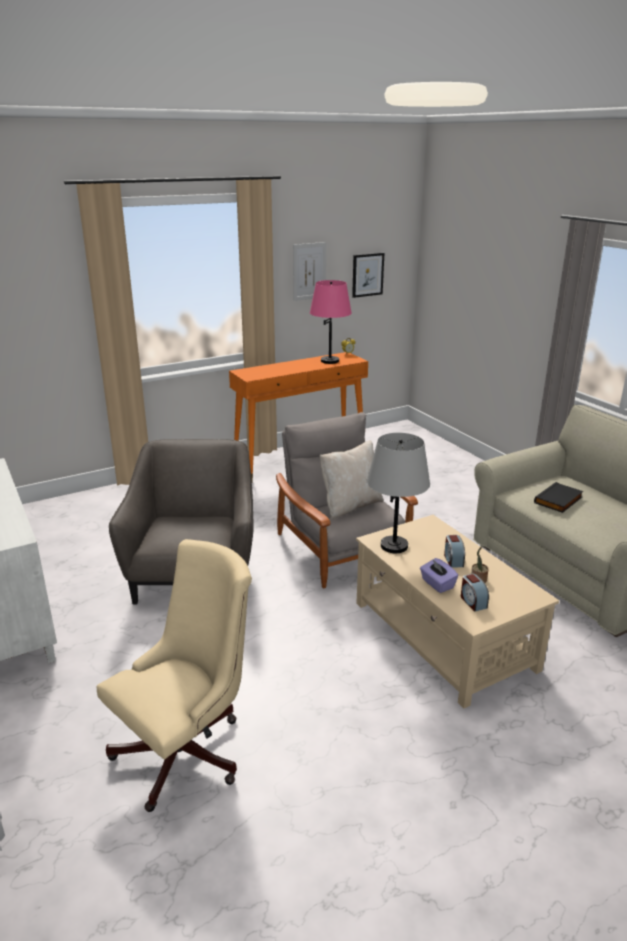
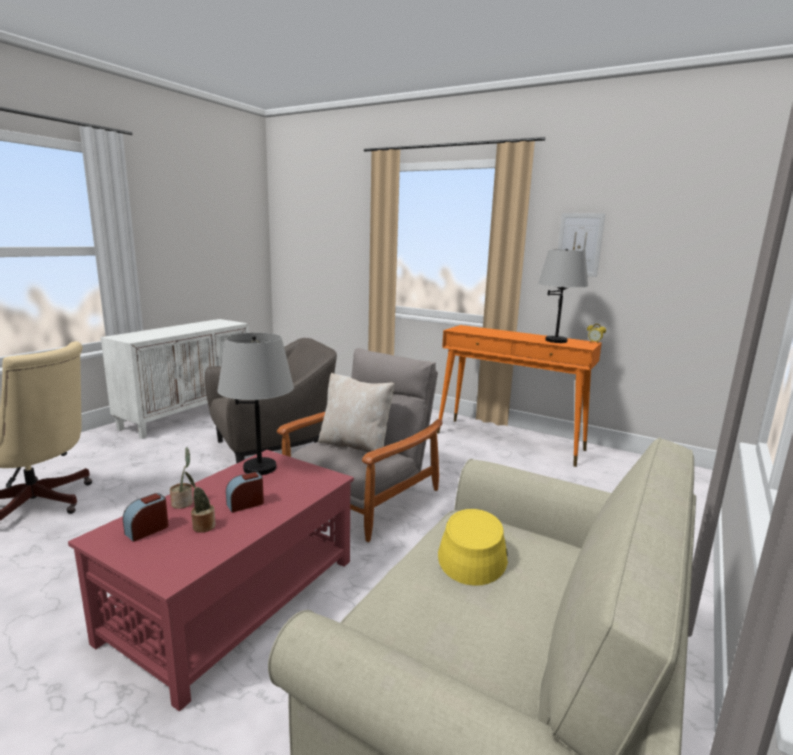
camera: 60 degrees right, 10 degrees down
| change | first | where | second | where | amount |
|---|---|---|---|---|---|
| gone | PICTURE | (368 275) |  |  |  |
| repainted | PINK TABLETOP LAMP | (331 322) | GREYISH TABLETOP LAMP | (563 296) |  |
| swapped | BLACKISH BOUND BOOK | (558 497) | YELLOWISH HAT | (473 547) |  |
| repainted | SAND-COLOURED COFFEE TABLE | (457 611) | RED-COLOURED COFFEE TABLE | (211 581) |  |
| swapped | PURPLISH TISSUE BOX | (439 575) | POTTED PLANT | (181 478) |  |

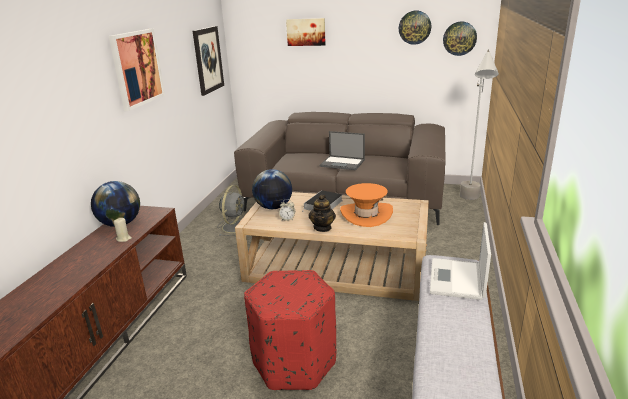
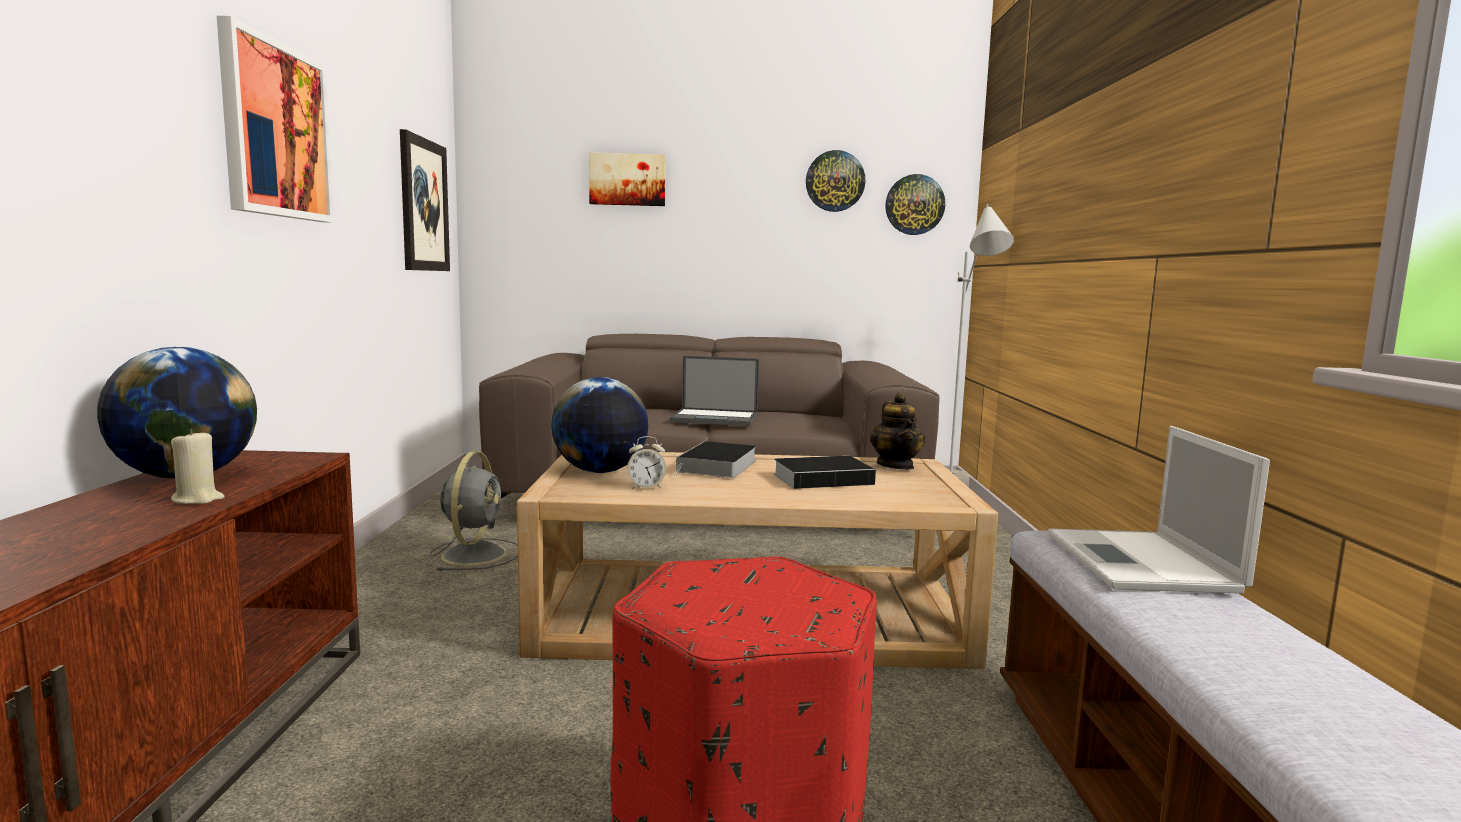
camera: 15 degrees left, 15 degrees down
| change | first | where | second | where | amount |
|---|---|---|---|---|---|
| swapped | ORANGE-COLOURED HAT | (366 205) | BOUND BOOK | (831 472) |  |
| shifted | TEAPOT | (322 213) |  | (897 431) |  |

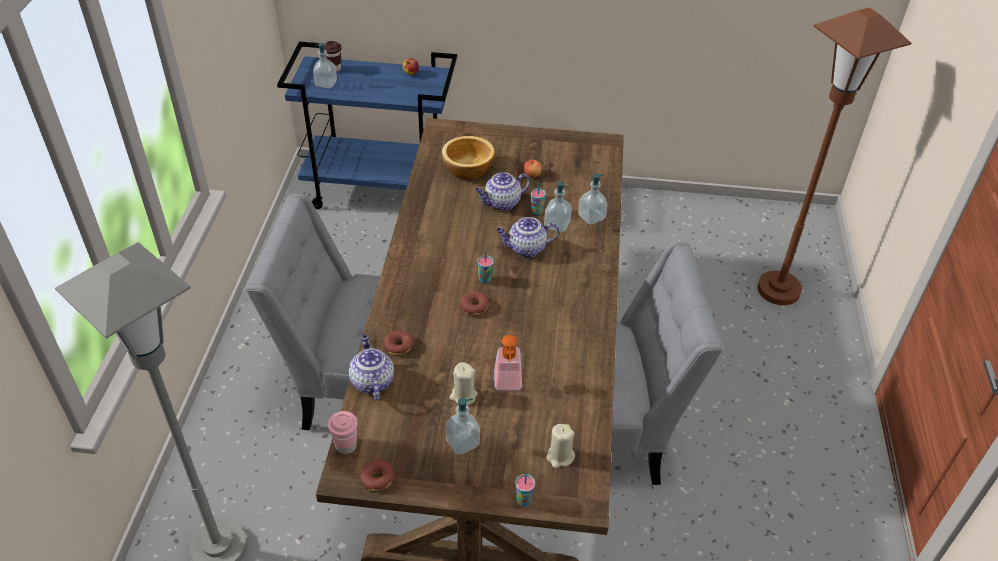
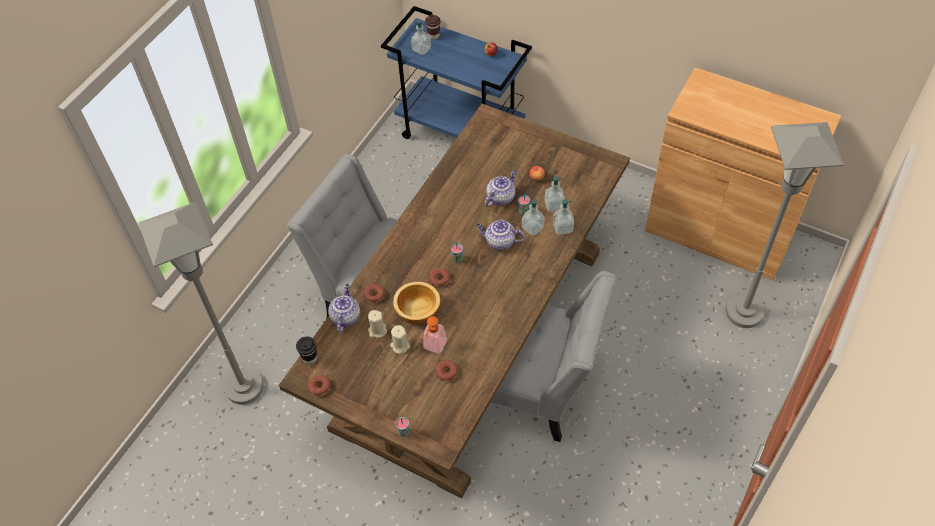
camera: 25 degrees right, 10 degrees up
| change | first | where | second | where | amount |
|---|---|---|---|---|---|
| repainted | BROWN-COLOURED FLOOR LAMP | (834 156) | GREYISH FLOOR LAMP | (784 225) |  |
| shifted | SERVING BOWL | (468 157) |  | (417 303) |  |
| rotated | TEAPOT | (502 191) |  | (501 188) | 135 degrees clockwise |
| shifted | LIQUID SOAP BOTTLE | (462 426) |  | (555 194) |  |
| repainted | PINK CUP | (343 432) | BLACKISH CUP | (306 350) |  |
| shifted | SAND-COLOURED CANDLE | (560 446) |  | (377 324) |  |
| new |  |  | BROWN-COLOURED STORAGE CABINET | (743 174) |  |
| new |  |  | RING DOUGHNUT | (446 370) |  |

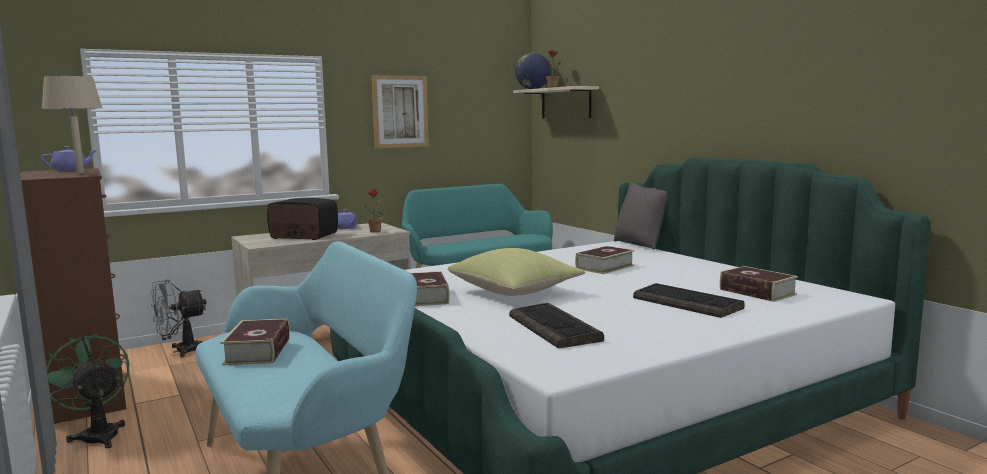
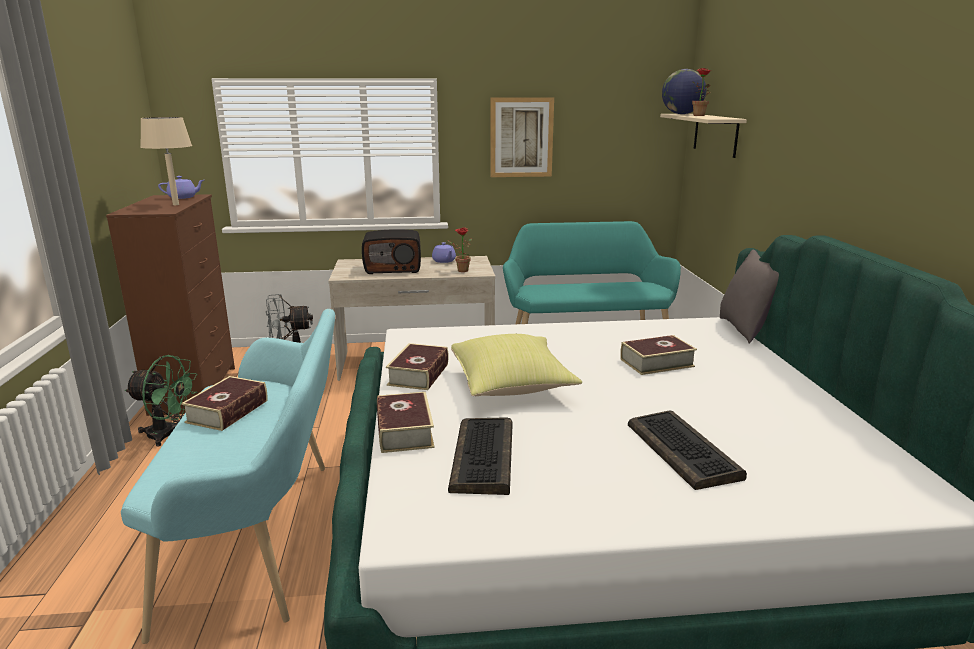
camera: 25 degrees right, 10 degrees up
| change | first | where | second | where | amount |
|---|---|---|---|---|---|
| rotated | RADIO SET | (302 219) |  | (391 251) | 135 degrees clockwise |
| shifted | BOUND BOOK | (759 284) |  | (405 422) |  |
| rotated | GREEN FAN | (87 390) |  | (161 401) | 120 degrees clockwise |

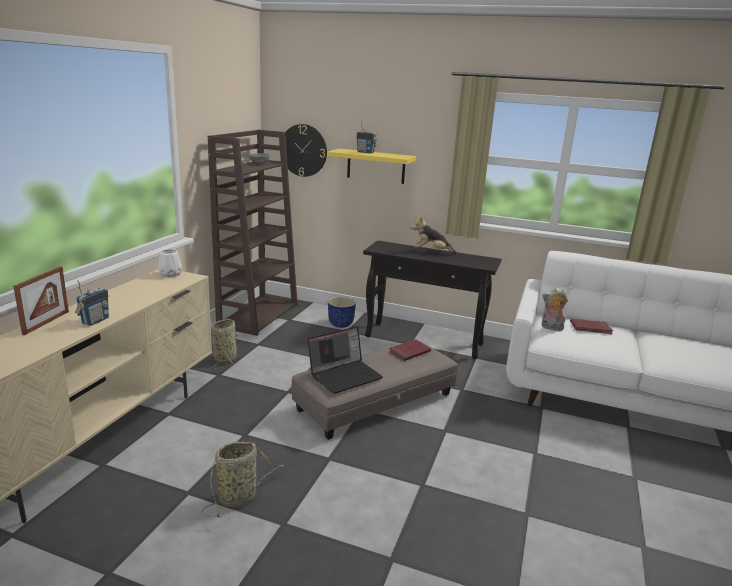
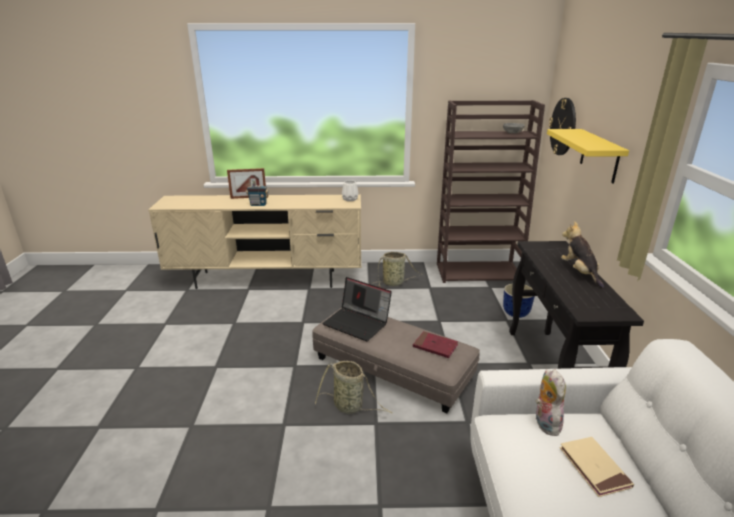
camera: 70 degrees right, 5 degrees up
| change | first | where | second | where | amount |
|---|---|---|---|---|---|
| gone | RADIO SET | (366 137) |  |  |  |
| repainted | RED-COLOURED BOUND BOOK | (591 326) | SAND-COLOURED BOUND BOOK | (596 467) |  |
| shifted | HOUSEHOLD BASKET | (242 480) |  | (353 387) |  |

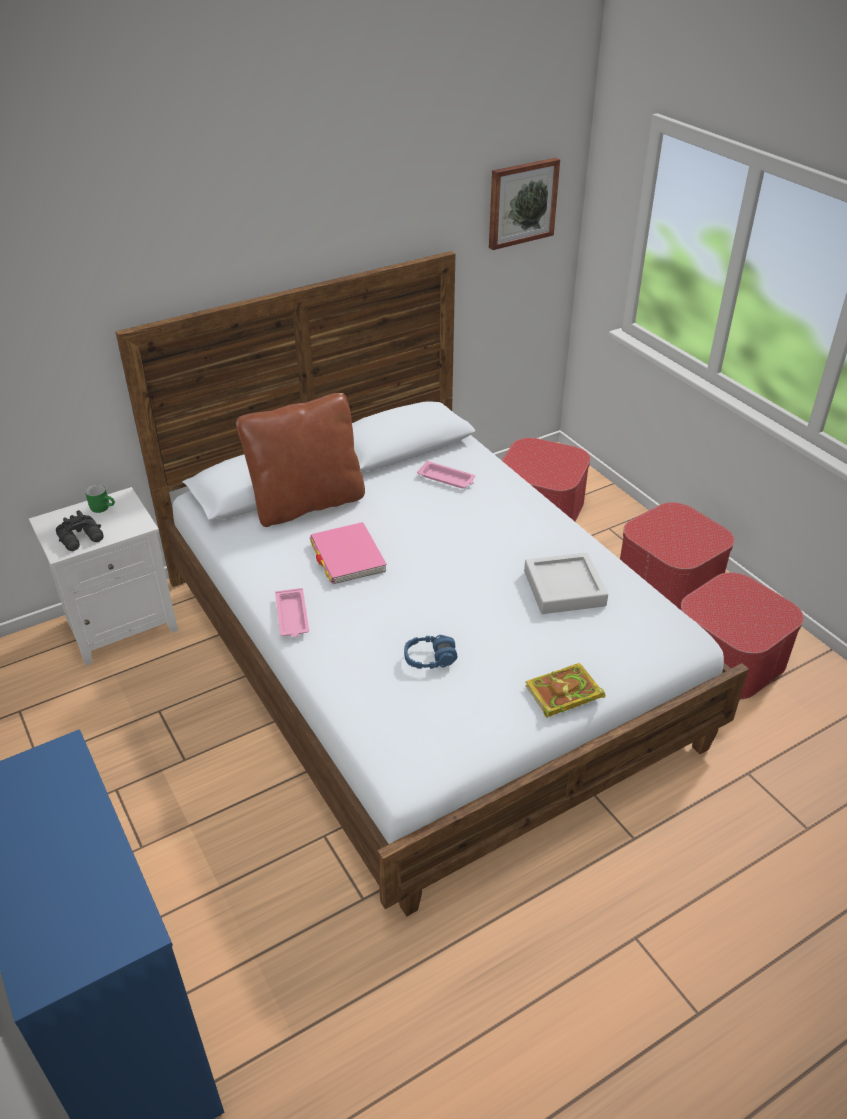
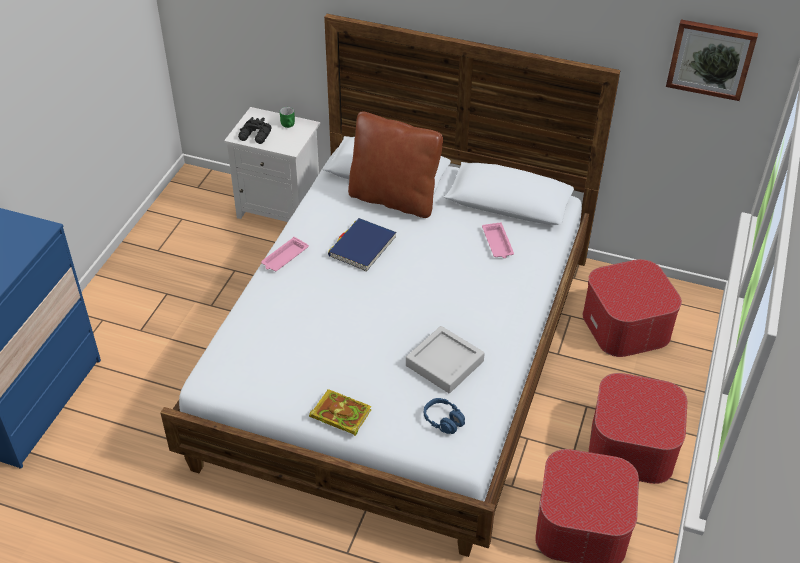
camera: 50 degrees right, 5 degrees up
| change | first | where | second | where | amount |
|---|---|---|---|---|---|
| repainted | PINK BOUND BOOK | (348 553) | BLUISH BOUND BOOK | (362 245) |  |
| shifted | BLUISH PAIR OF HEADPHONES | (431 652) |  | (444 416) |  |

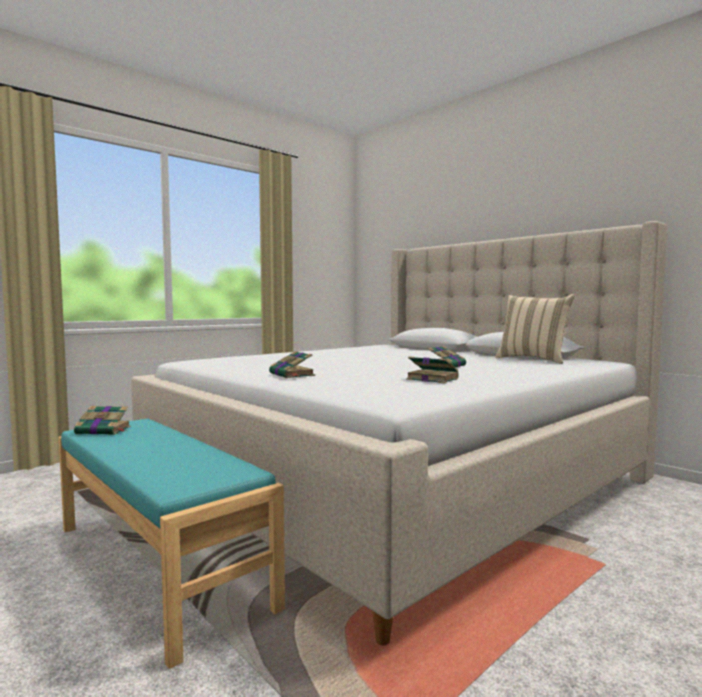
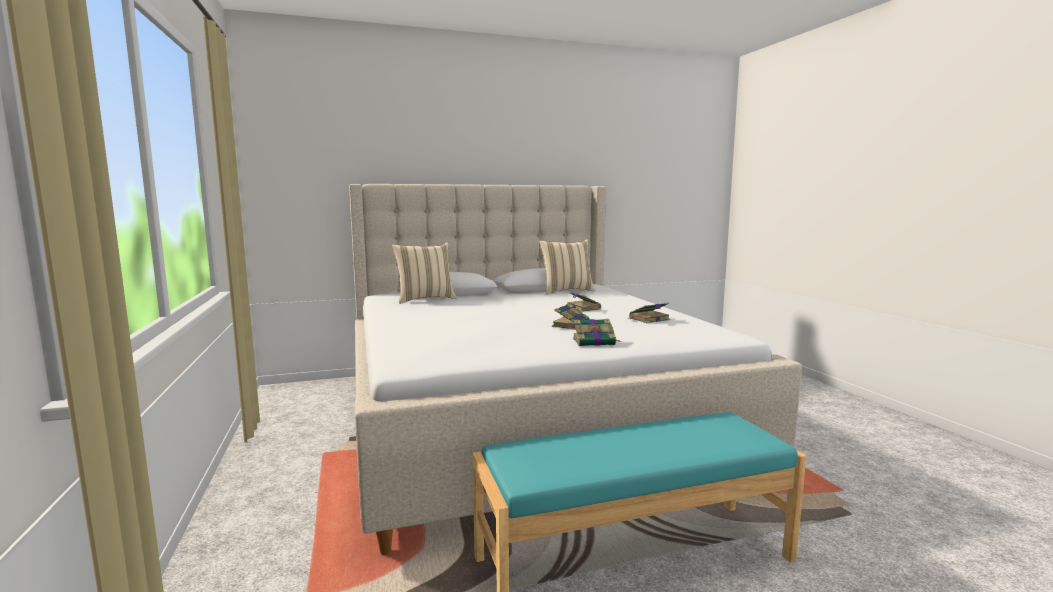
camera: 65 degrees left, 5 degrees up
| change | first | where | second | where | amount |
|---|---|---|---|---|---|
| shifted | BOUND BOOK | (102 420) |  | (571 317) |  |
| new |  |  | SAND-COLOURED PILLOW | (424 273) |  |

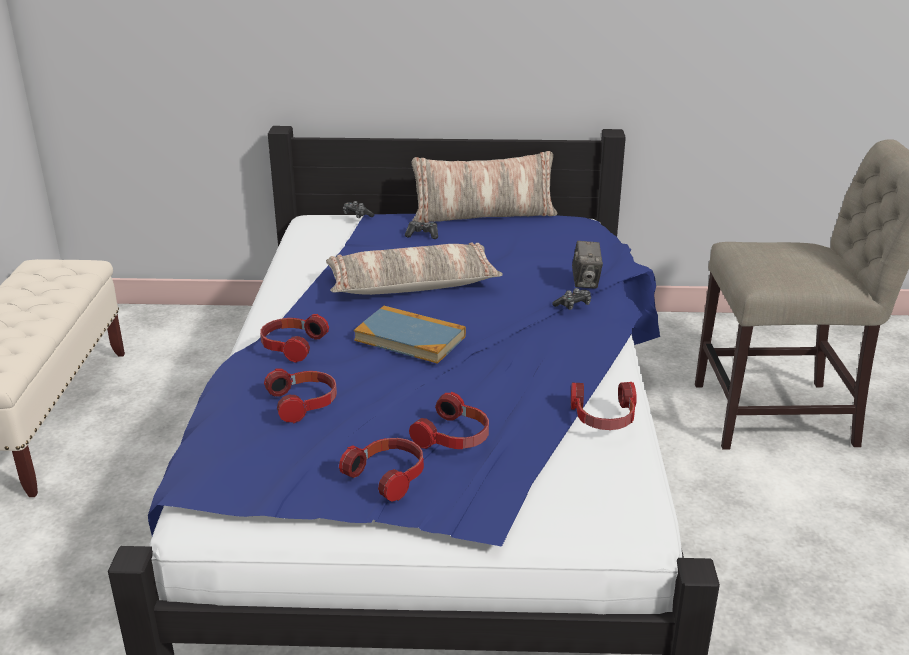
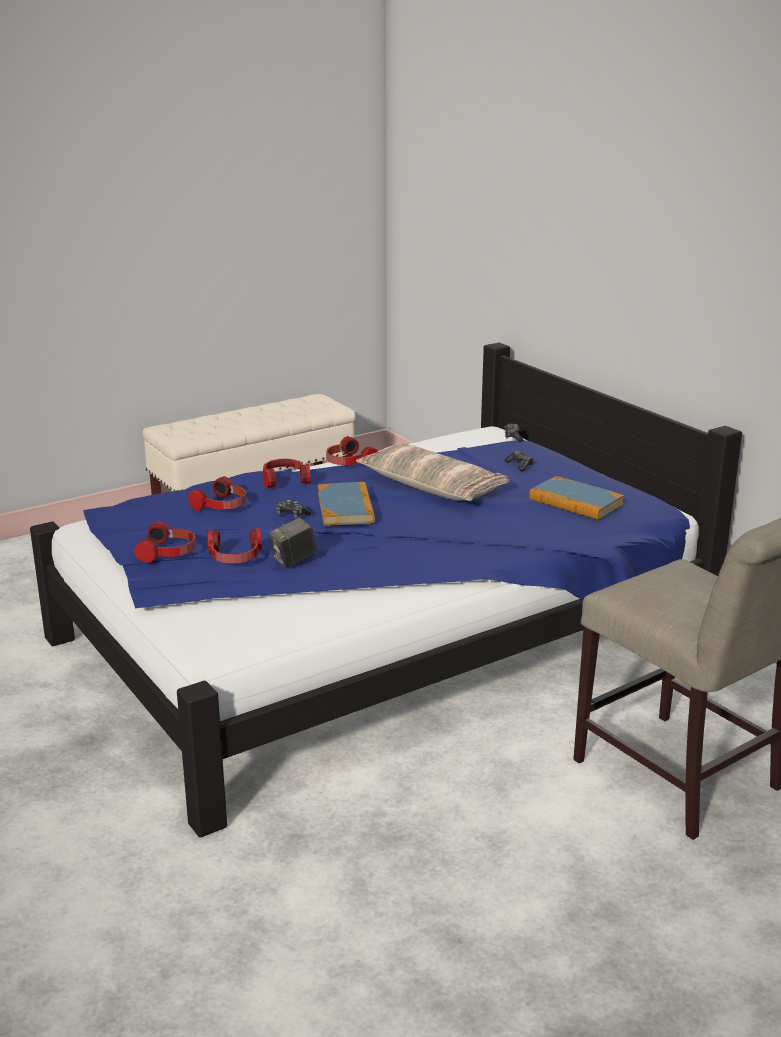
camera: 55 degrees right, 5 degrees down
| change | first | where | second | where | amount |
|---|---|---|---|---|---|
| gone | PILLOW | (484 187) |  |  |  |
| shifted | PHOTO CAMERA | (587 265) |  | (293 542) |  |
| shifted | GAMEPAD | (571 299) |  | (293 508) |  |
| shifted | PAIR OF HEADPHONES | (604 406) |  | (352 450) |  |
| new |  |  | BOUND BOOK | (576 498) |  |

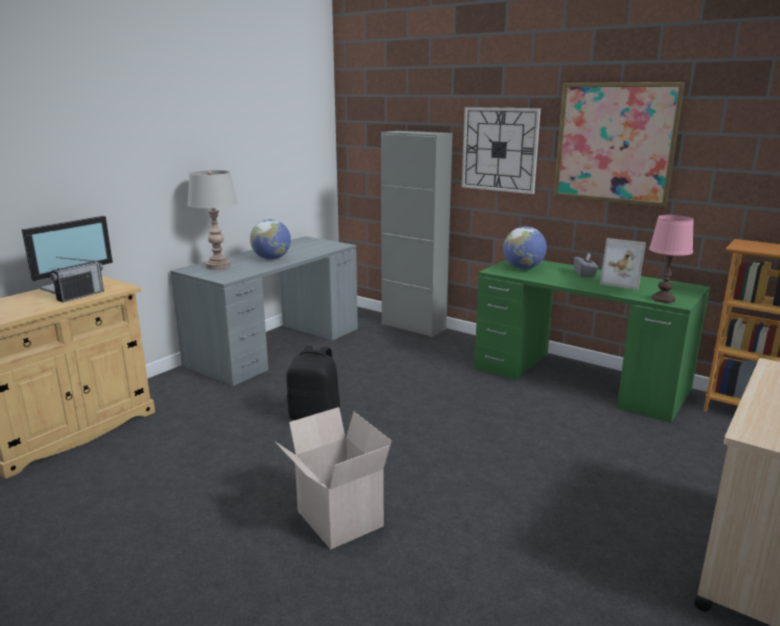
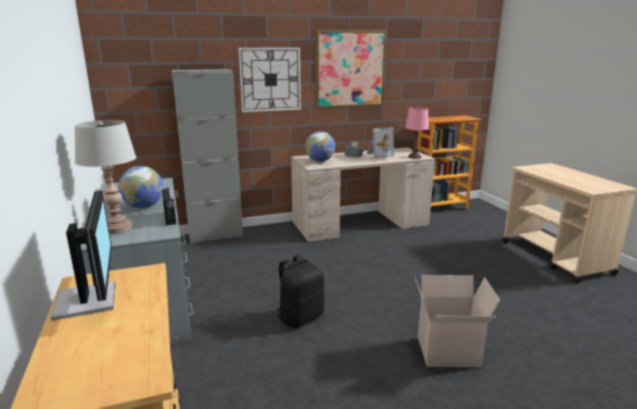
camera: 55 degrees left, 0 degrees up
| change | first | where | second | where | amount |
|---|---|---|---|---|---|
| shifted | RADIO SET | (77 279) |  | (169 206) |  |
| repainted | GREEN DESK TABLE | (592 341) | SAND-COLOURED DESK TABLE | (363 194) |  |

